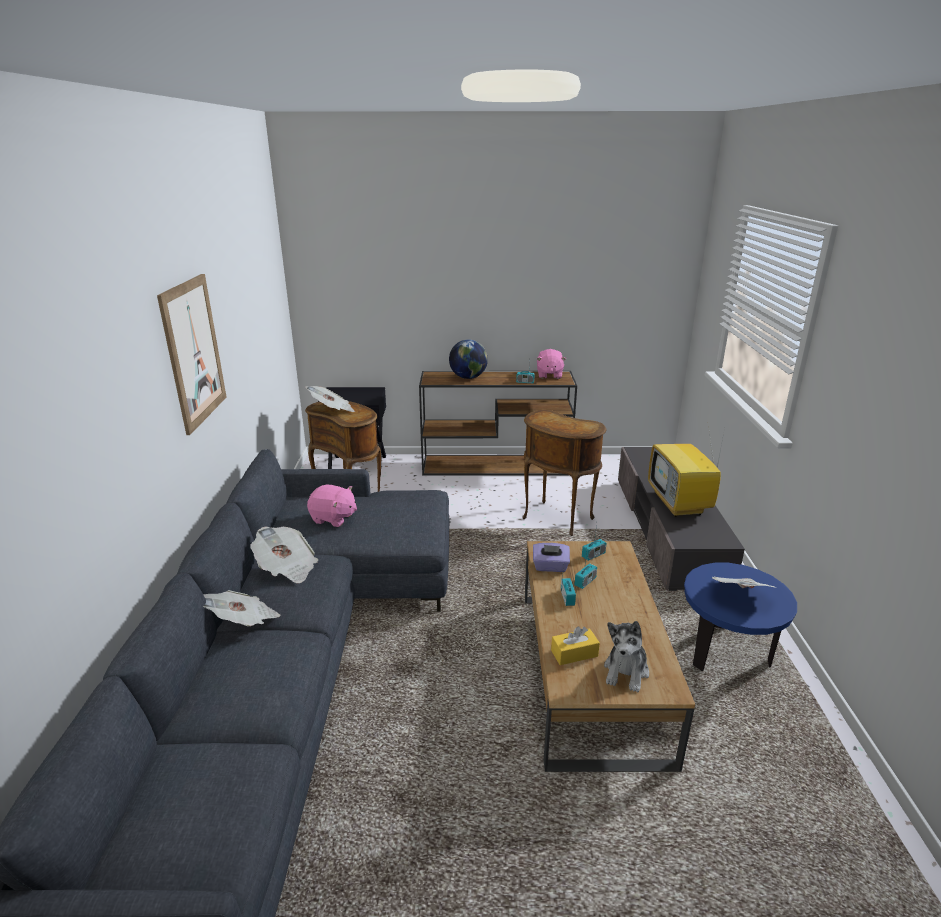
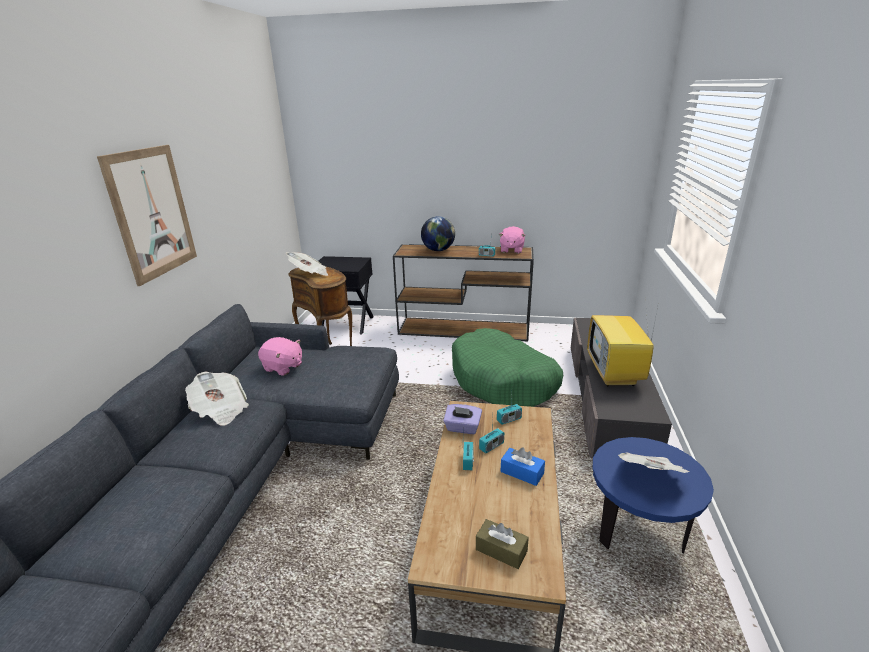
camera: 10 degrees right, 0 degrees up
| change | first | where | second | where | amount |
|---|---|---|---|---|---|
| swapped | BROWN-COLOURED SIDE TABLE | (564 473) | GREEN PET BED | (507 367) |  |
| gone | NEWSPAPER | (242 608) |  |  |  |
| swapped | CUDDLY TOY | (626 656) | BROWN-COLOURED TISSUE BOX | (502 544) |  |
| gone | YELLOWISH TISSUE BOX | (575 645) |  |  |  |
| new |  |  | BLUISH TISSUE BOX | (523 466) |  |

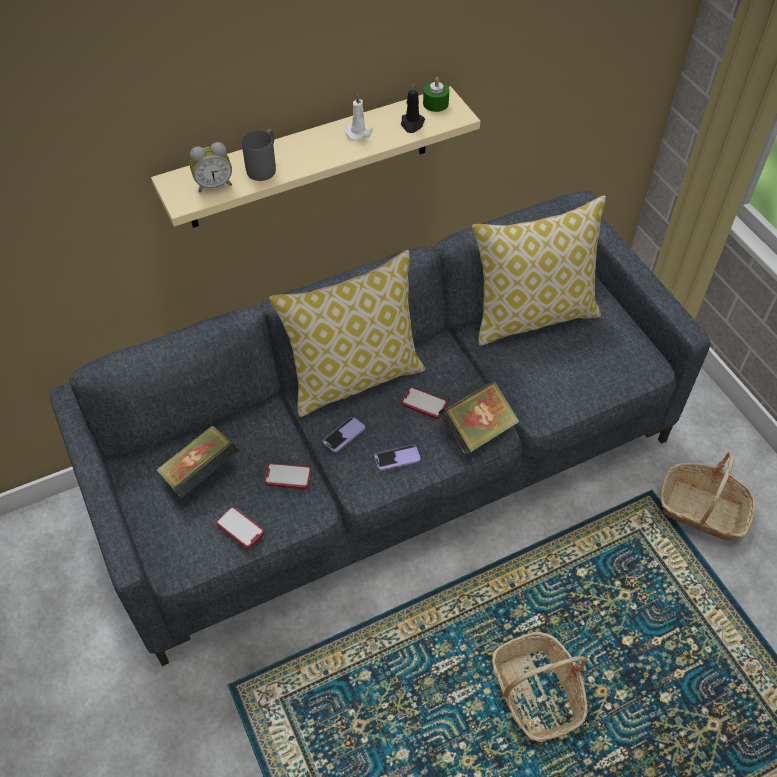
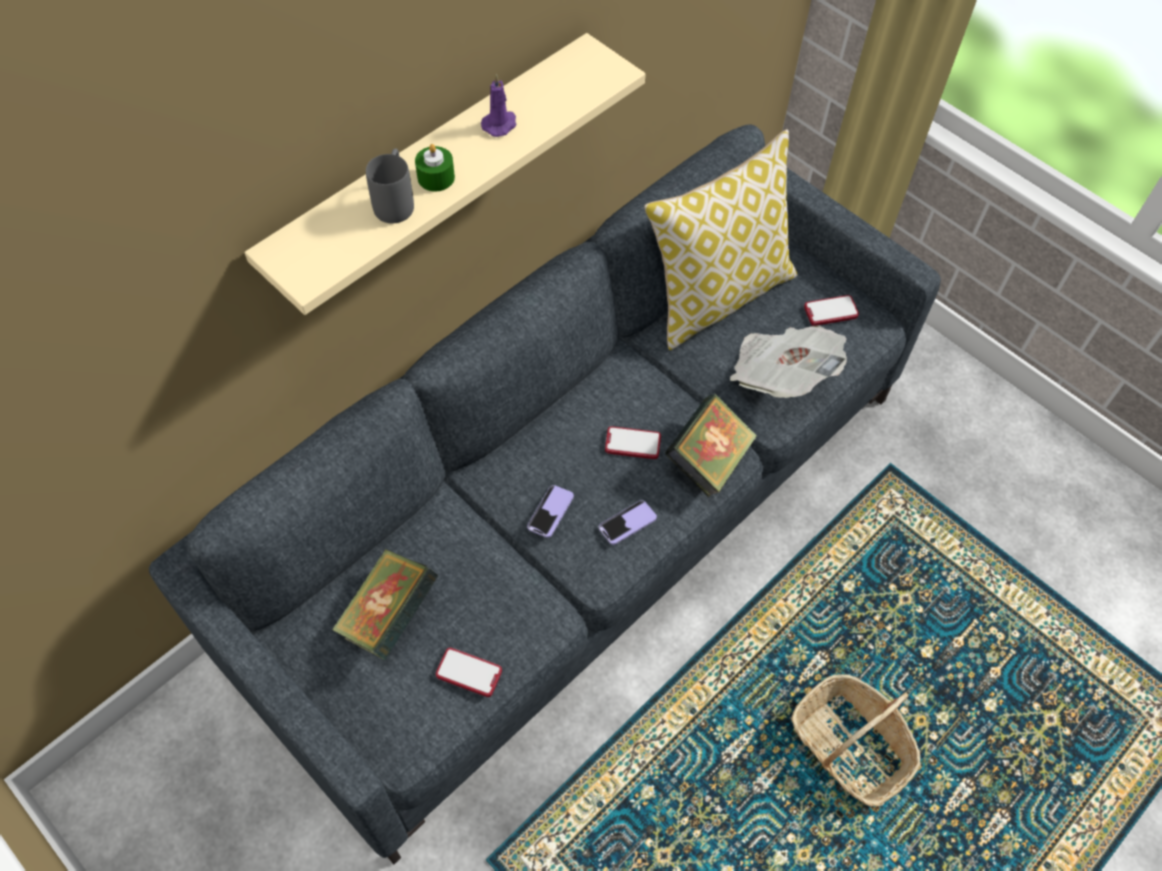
camera: 20 degrees left, 5 degrees up
| change | first | where | second | where | amount |
|---|---|---|---|---|---|
| shifted | GREEN CANDLE | (436 94) |  | (435 167) |  |
| gone | BLACKISH CANDLE | (413 108) |  |  |  |
| repainted | WHITISH CANDLE | (359 117) | PURPLISH CANDLE | (499 105) |  |
| gone | TABLE CLOCK | (211 167) |  |  |  |
| gone | PILLOW | (347 333) |  |  |  |
| gone | HOUSEHOLD BASKET | (708 496) |  |  |  |
| shifted | TELEPHONE | (287 476) |  | (831 310) |  |
| new |  |  | NEWSPAPER | (788 362) |  |

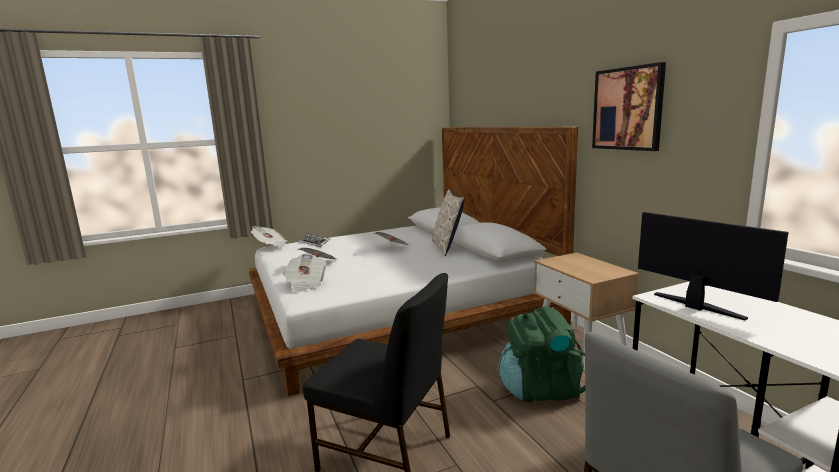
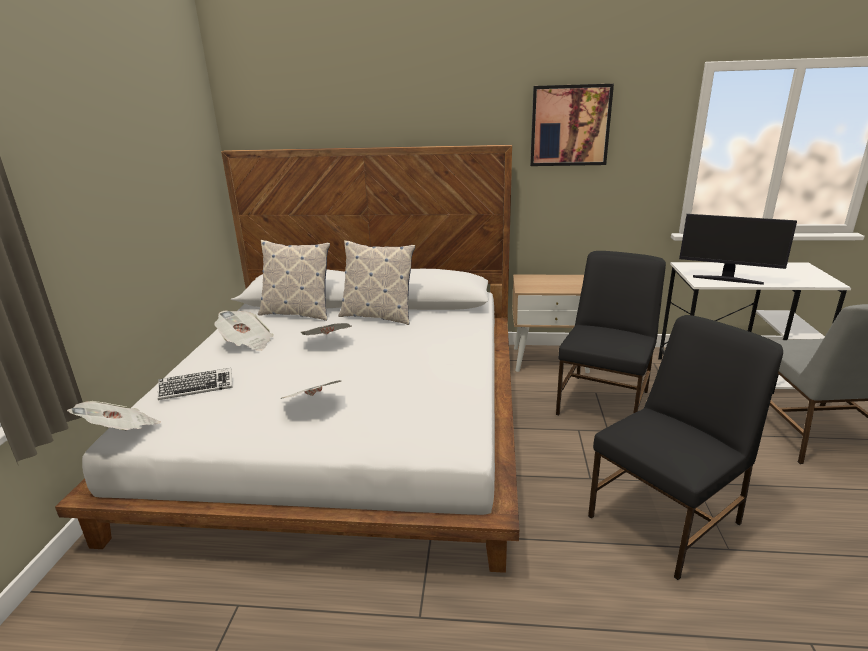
camera: 60 degrees left, 10 degrees up
| change | first | where | second | where | amount |
|---|---|---|---|---|---|
| rotated | MONITOR | (713 266) |  | (738 249) | 150 degrees counterclockwise |
| shifted | NEWSPAPER | (305 273) |  | (244 331) |  |
| swapped | GREEN BACKPACK | (541 354) | BLACKISH PLAIN CHAIR | (611 333) |  |
| new |  |  | PILLOW | (294 280) |  |

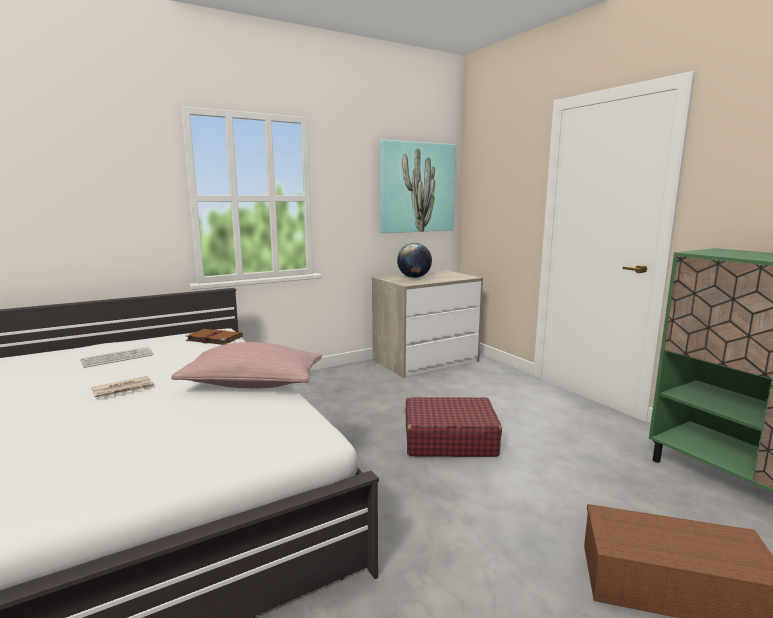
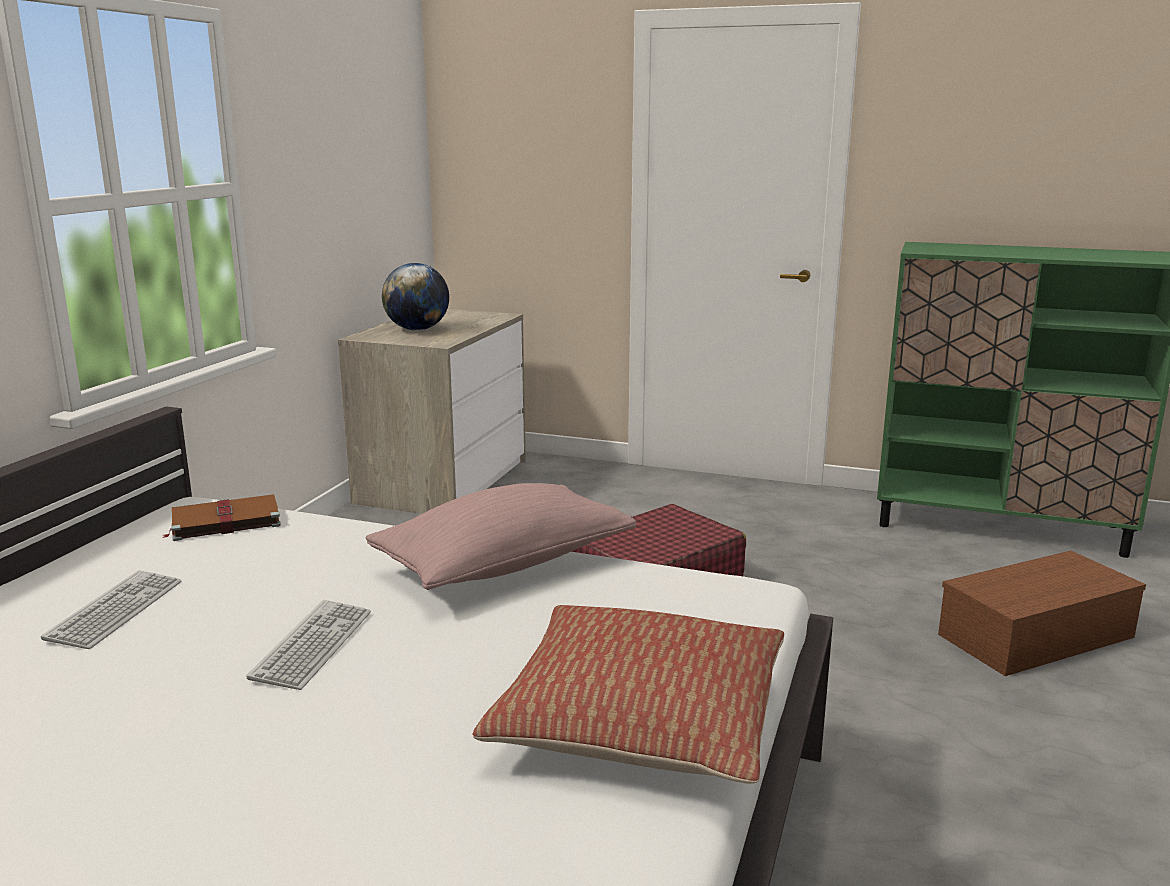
camera: 40 degrees left, 5 degrees up
| change | first | where | second | where | amount |
|---|---|---|---|---|---|
| gone | PICTURE | (418 186) |  |  |  |
| swapped | NEWSPAPER | (123 387) | PC KEYBOARD | (308 645) |  |
| new |  |  | PILLOW | (628 694) |  |

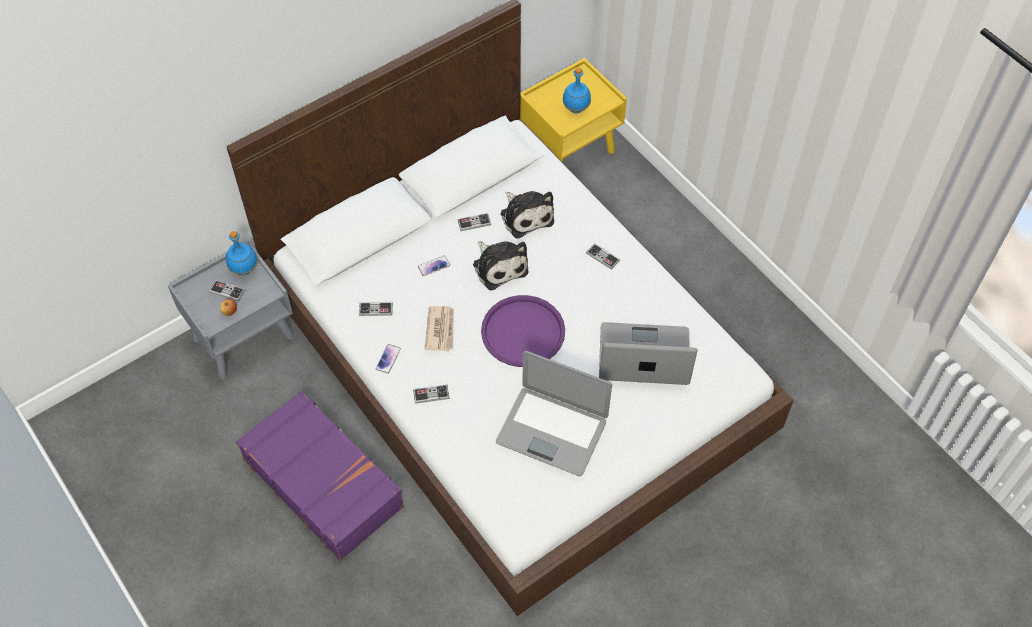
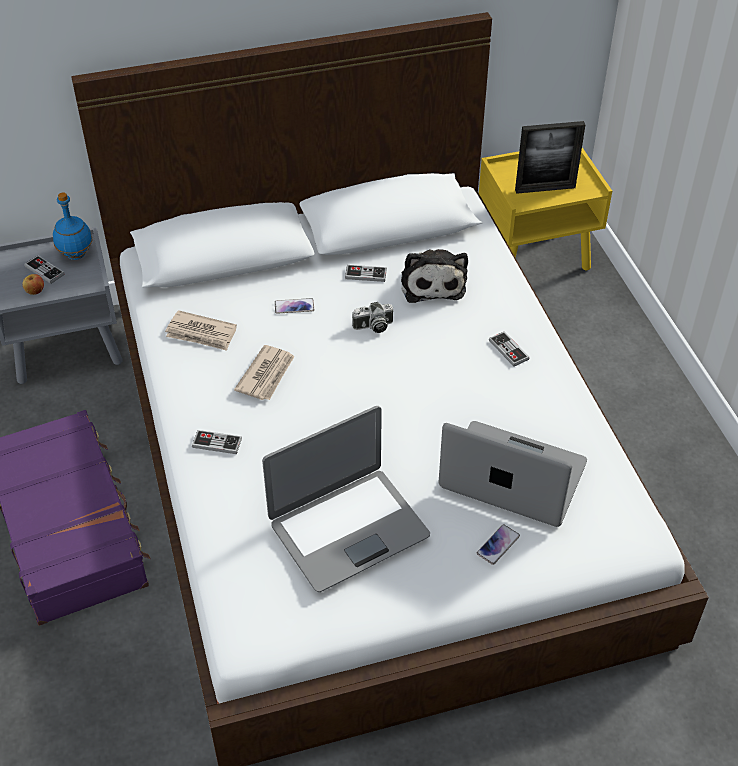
camera: 20 degrees right, 10 degrees down
| change | first | where | second | where | amount |
|---|---|---|---|---|---|
| swapped | BLUISH BOTTLE | (577 91) | PICTURE FRAME | (550 157) |  |
| swapped | CUDDLY TOY | (500 265) | PHOTO CAMERA | (372 317) |  |
| gone | PURPLISH SERVING TRAY | (523 331) |  |  |  |
| swapped | GAMEPAD | (376 309) | NEWSPAPER | (201 330) |  |
| shifted | TELEPHONE | (388 359) |  | (498 544) |  |
| rotated | LAPTOP | (554 413) |  | (346 499) | 75 degrees counterclockwise |

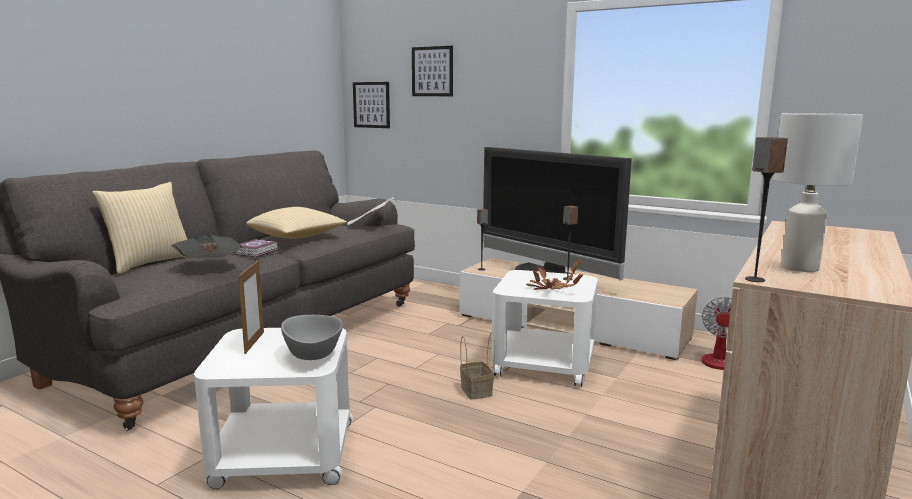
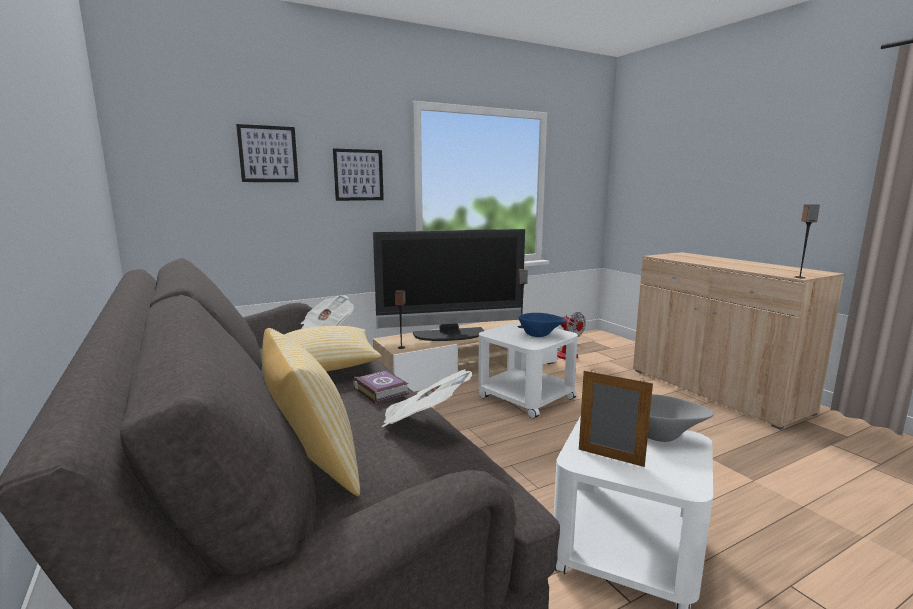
camera: 60 degrees left, 0 degrees up
| change | first | where | second | where | amount |
|---|---|---|---|---|---|
| shifted | PICTURE | (371 105) |  | (358 174) |  |
| gone | WHITISH TABLETOP LAMP | (818 192) |  |  |  |
| swapped | POTTED PLANT | (554 275) | BLUISH SERVING BOWL | (542 325) |  |
| gone | HOUSEHOLD BASKET | (477 366) |  |  |  |

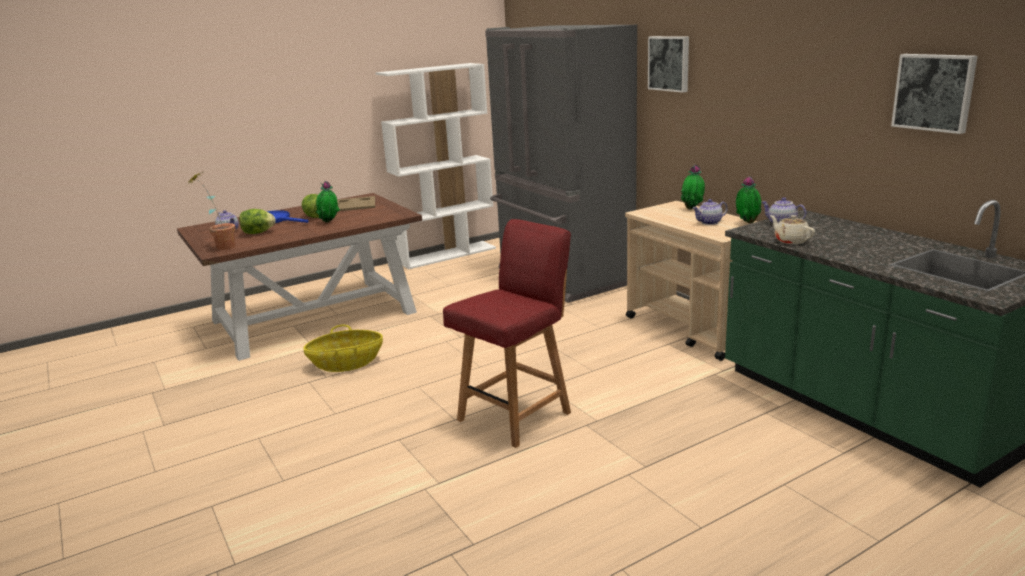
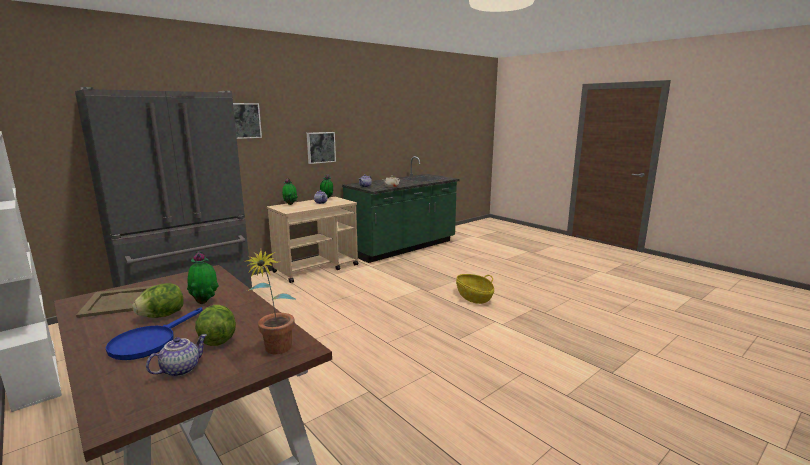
camera: 100 degrees left, 5 degrees down
| change | first | where | second | where | amount |
|---|---|---|---|---|---|
| shifted | PICTURE | (934 94) |  | (321 148) |  |
| gone | RED-COLOURED PLAIN CHAIR | (507 333) |  |  |  |
| shifted | HOUSEHOLD BASKET | (343 348) |  | (475 289) |  |

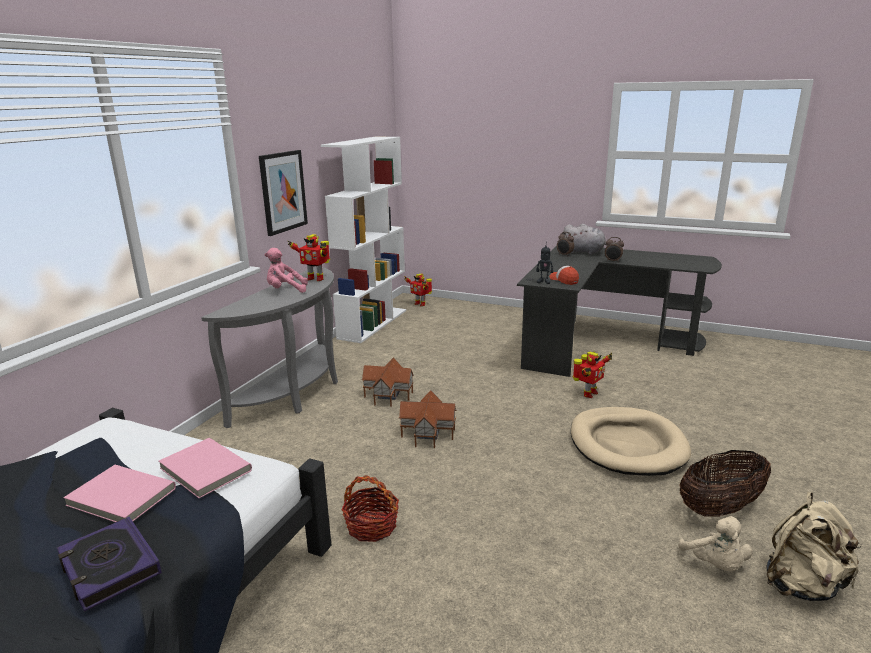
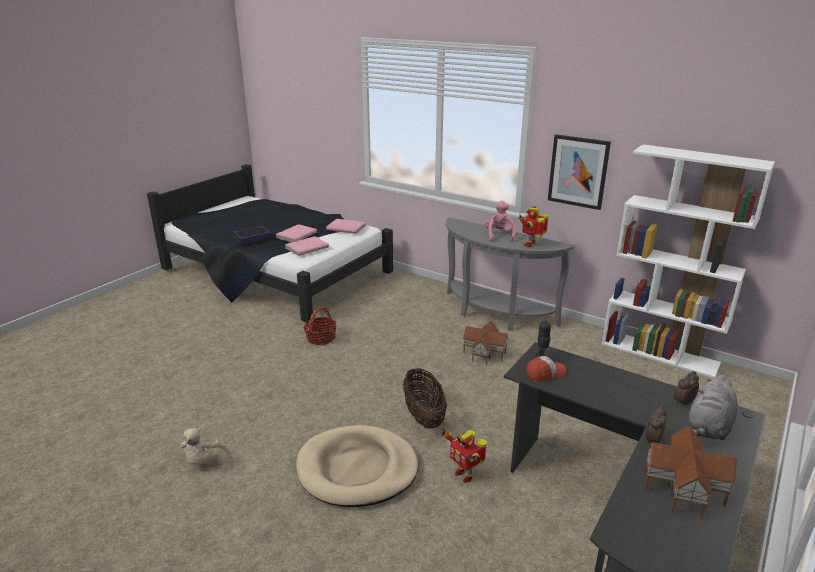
camera: 100 degrees right, 5 degrees up
| change | first | where | second | where | amount |
|---|---|---|---|---|---|
| gone | ROBOT FIGURE | (418 290) |  |  |  |
| shifted | TOY HOUSE | (428 419) |  | (690 472) |  |
| shifted | HOUSEHOLD BASKET | (725 483) |  | (425 398) |  |
| gone | SAND-COLOURED BACKPACK | (814 546) |  |  |  |
| rotated | SAND-COLOURED CUDDLY TOY | (715 543) |  | (201 447) | 90 degrees counterclockwise |
| new |  |  | PINK BOUND BOOK | (346 226) |  |

